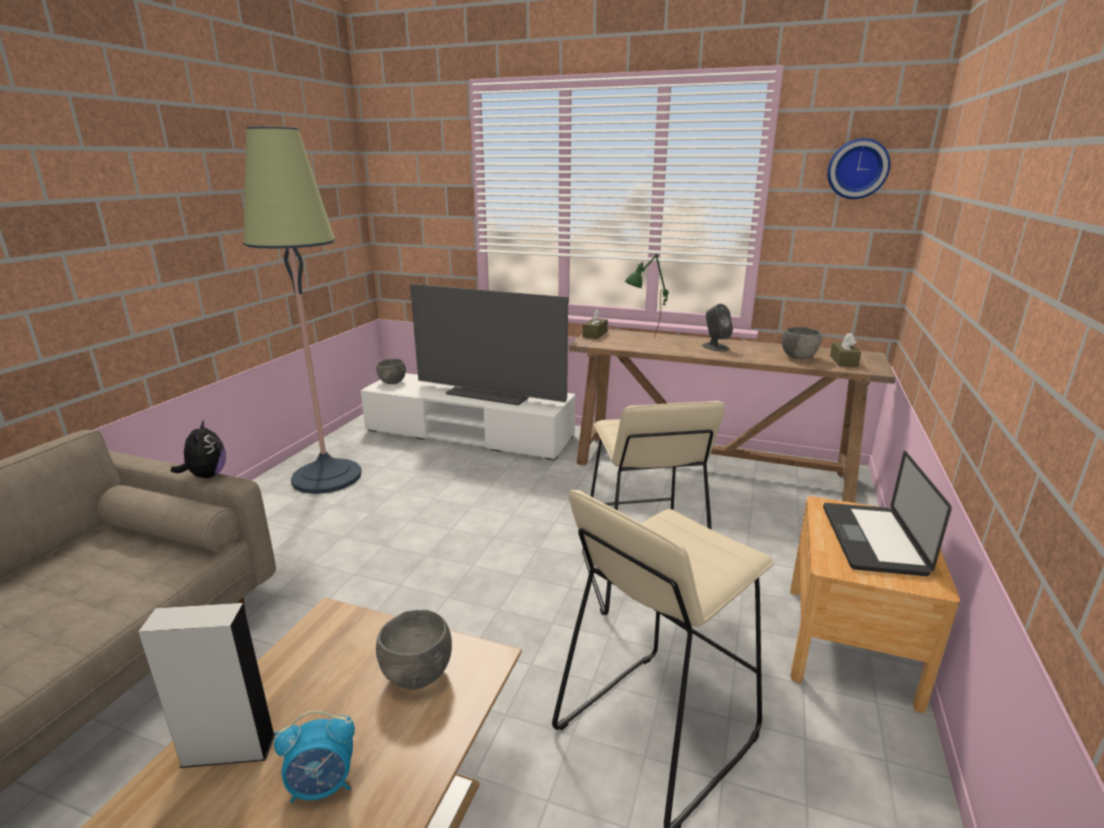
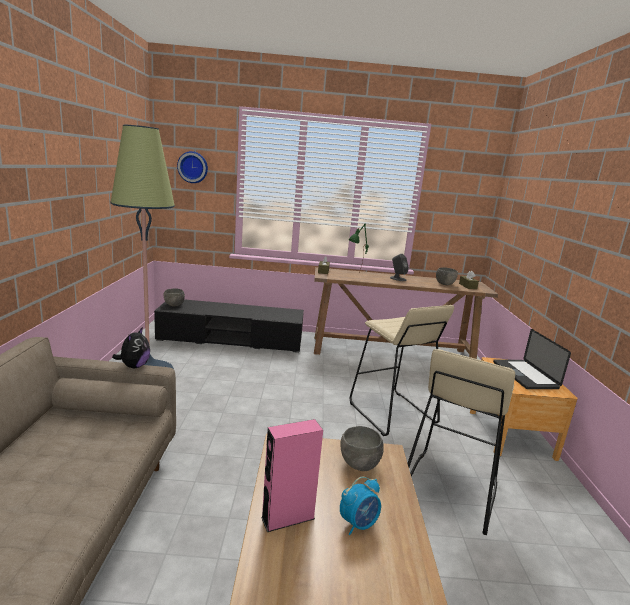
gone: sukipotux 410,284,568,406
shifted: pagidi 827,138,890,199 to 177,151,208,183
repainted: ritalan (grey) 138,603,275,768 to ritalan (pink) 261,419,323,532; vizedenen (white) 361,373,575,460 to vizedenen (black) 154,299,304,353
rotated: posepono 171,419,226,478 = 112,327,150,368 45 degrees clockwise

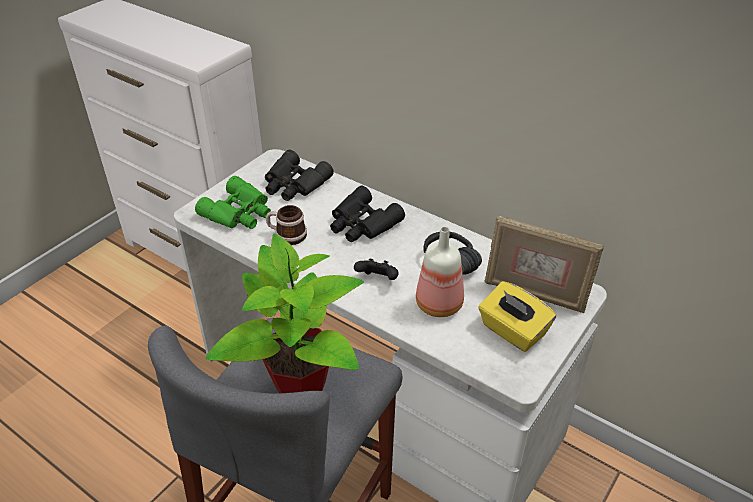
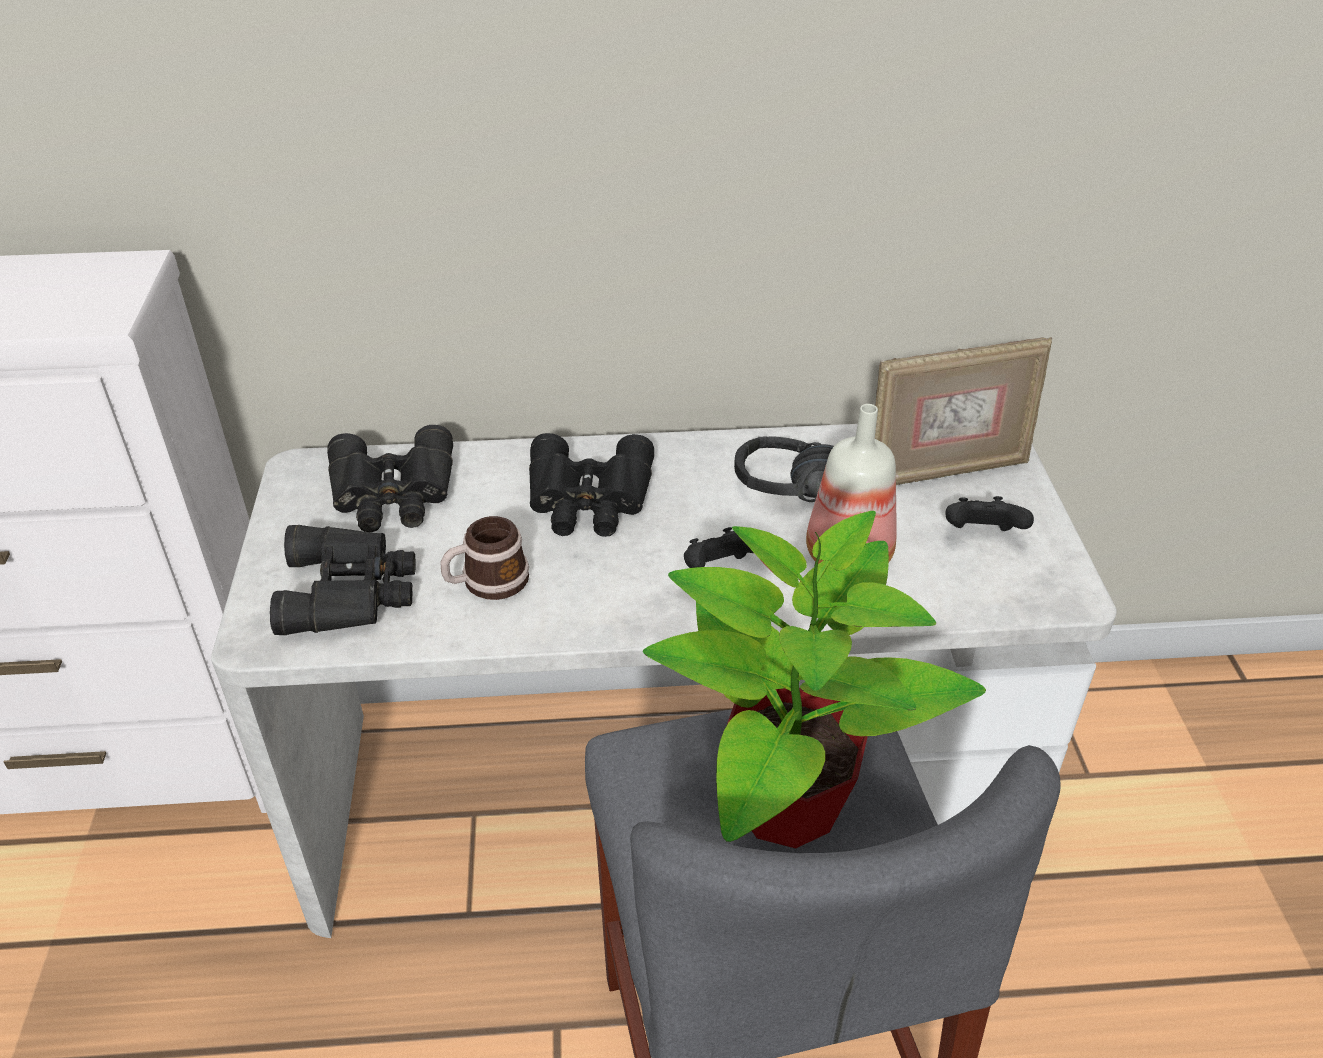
swapped: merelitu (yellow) 478,281,556,352 to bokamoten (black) 945,496,1034,531
repainted: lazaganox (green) 195,176,271,229 to lazaganox (black) 270,525,416,635

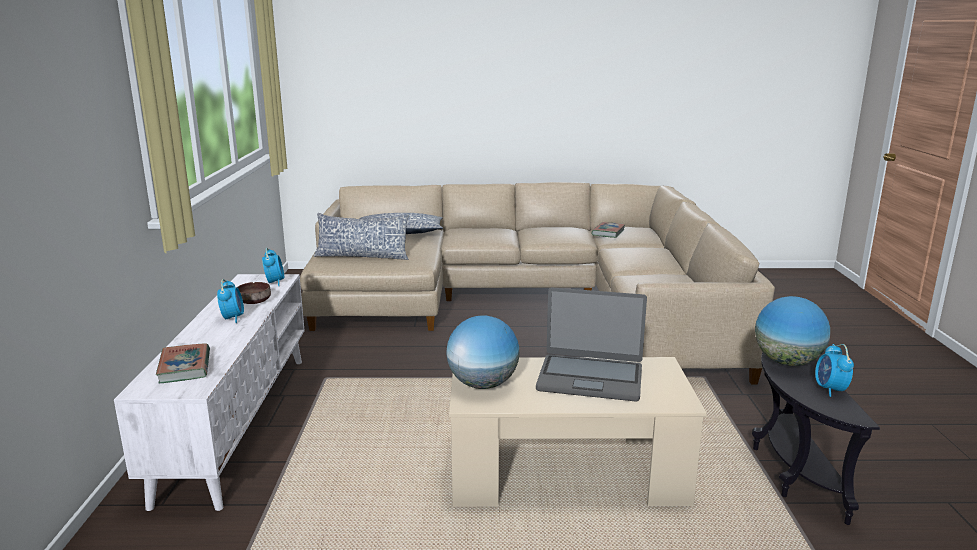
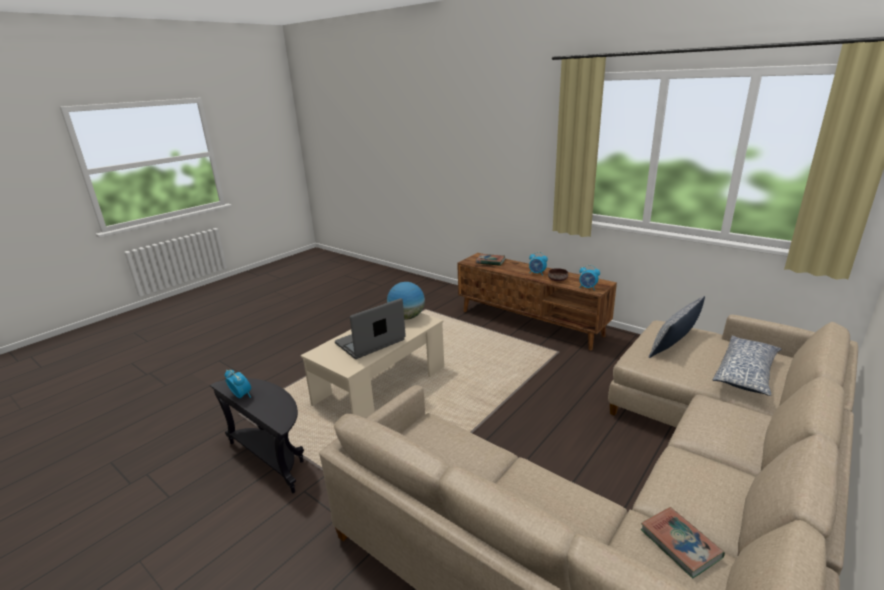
gone: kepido 755,296,830,366
repainted: vizedenen (white) 114,274,305,511 to vizedenen (brown) 457,253,617,350

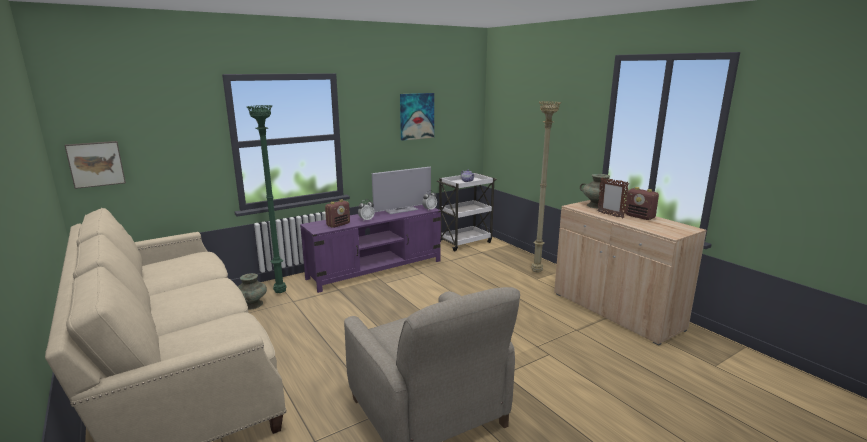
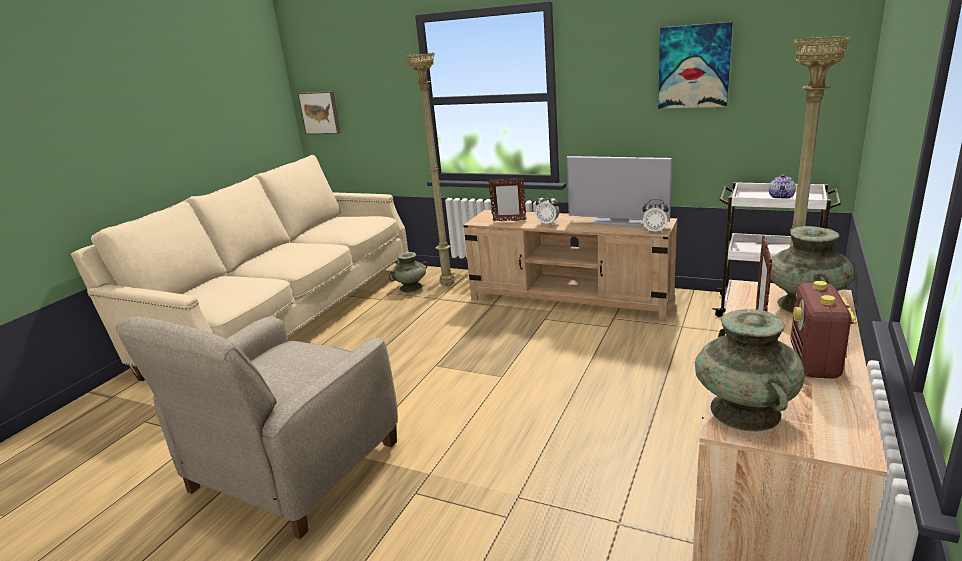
new: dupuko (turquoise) 695,309,805,432
swapped: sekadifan 325,199,350,228 to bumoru 488,178,527,221
repainted: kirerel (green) 246,105,286,293 to kirerel (beige) 405,52,455,286; vizedenen (purple) 300,205,441,293 to vizedenen (beige) 463,210,678,322

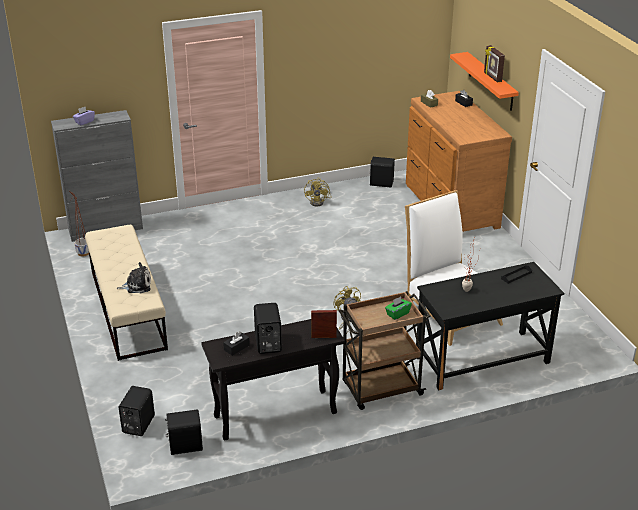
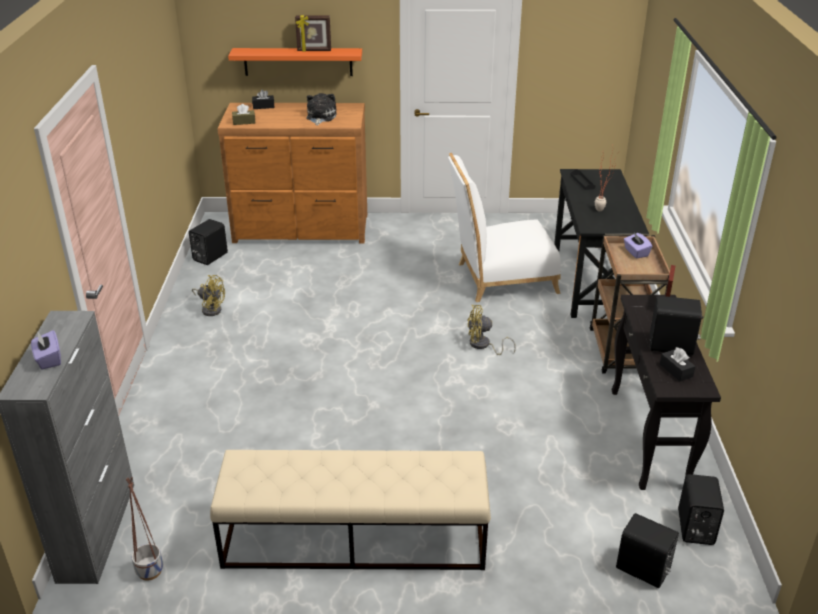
shifted: posepono 117,262,151,293 to 306,93,337,126
repainted: merelitu (green) 385,297,412,320 to merelitu (purple) 624,233,652,258

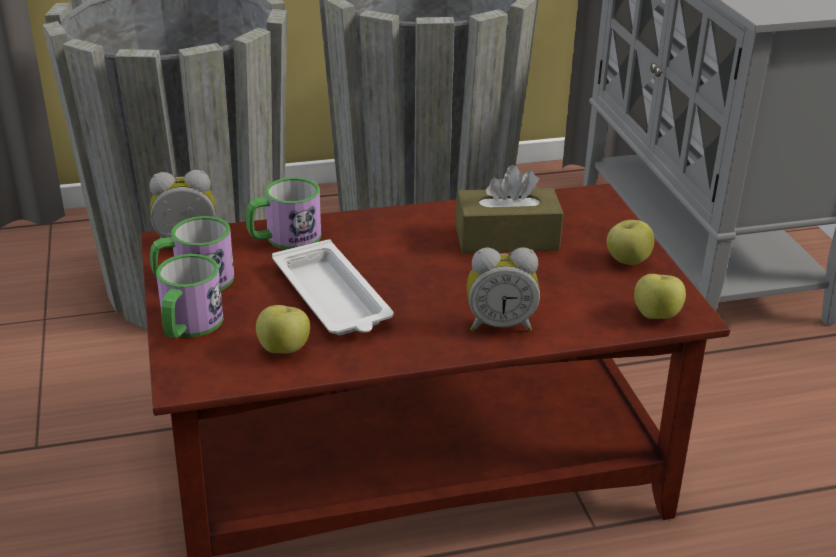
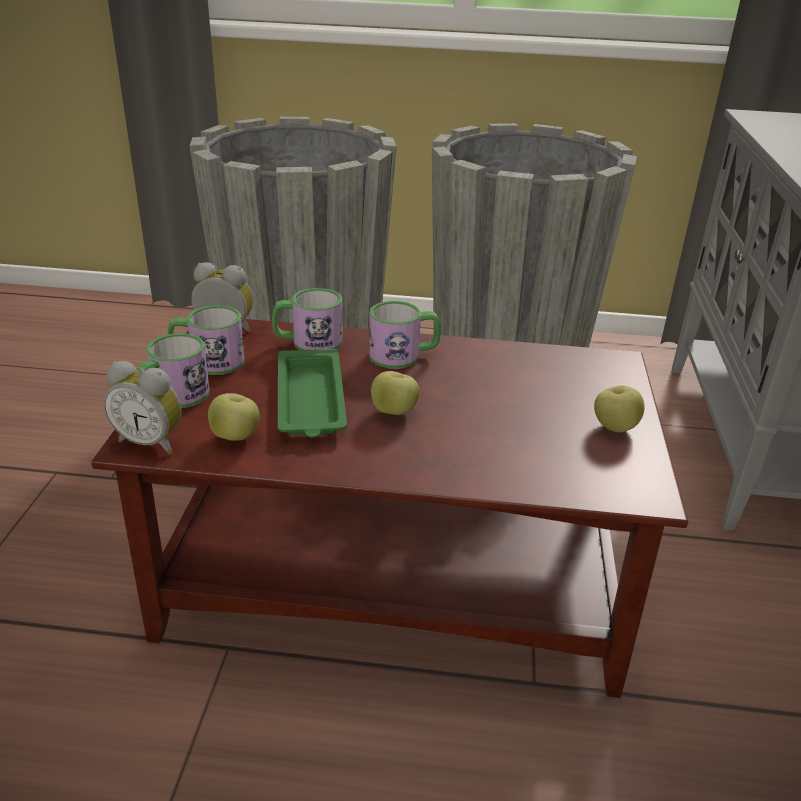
gone: merelitu (brown) 456,165,564,253
new: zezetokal 369,301,441,369
shifted: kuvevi 467,248,540,332 to 104,361,182,455; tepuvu 634,274,686,319 to 371,371,419,415
repainted: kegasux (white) 272,239,394,335 to kegasux (green) 278,349,347,438

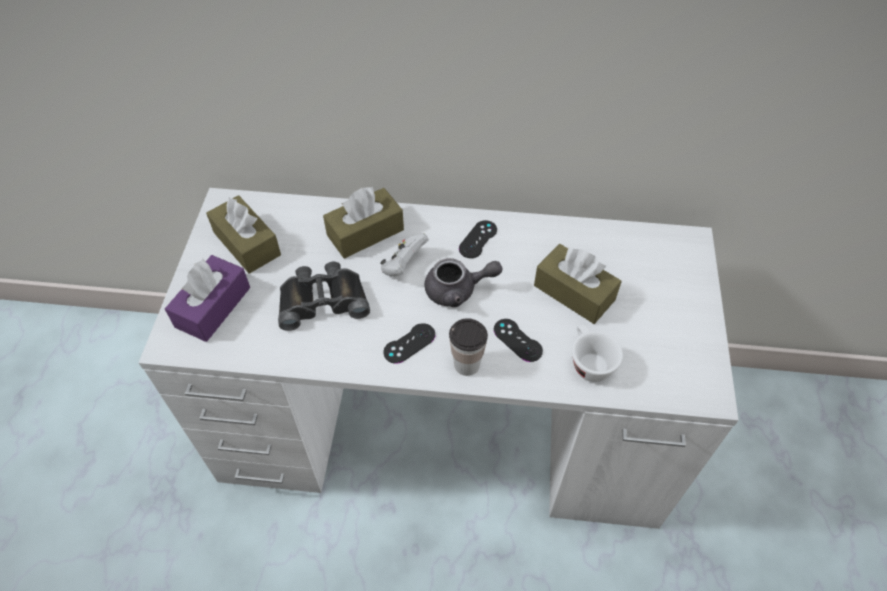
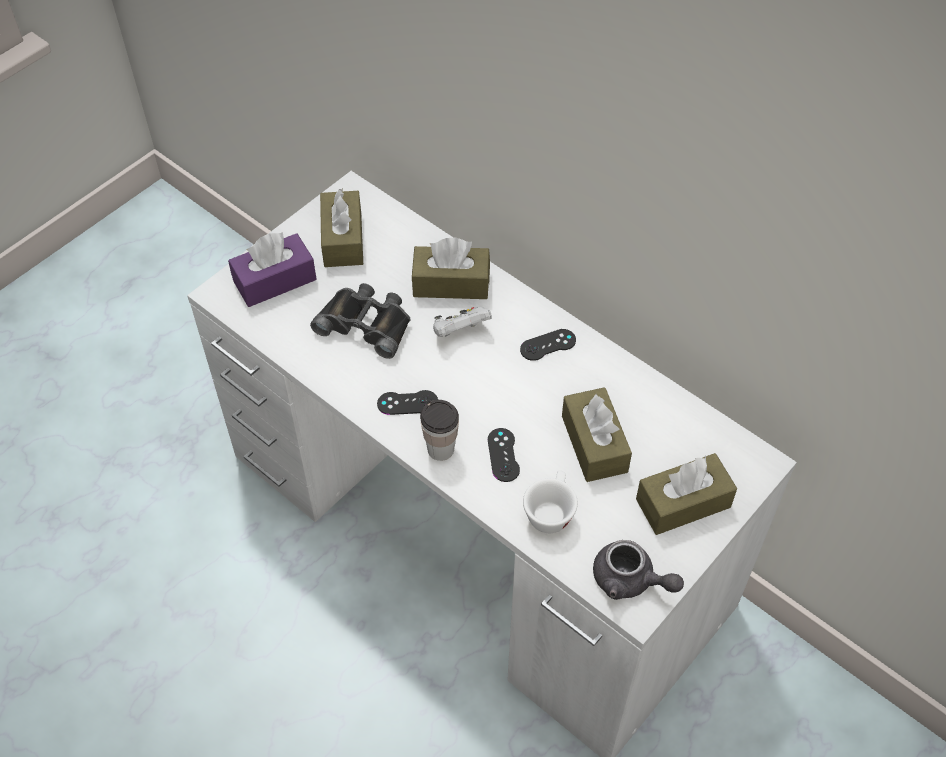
new: merelitu (brown) 636,453,737,535
shifted: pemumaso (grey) 425,258,503,307 to 593,540,684,600

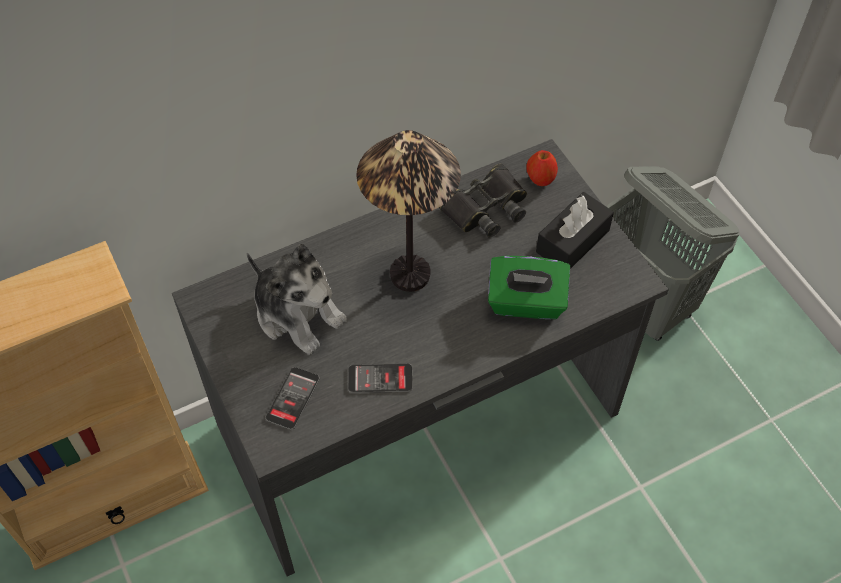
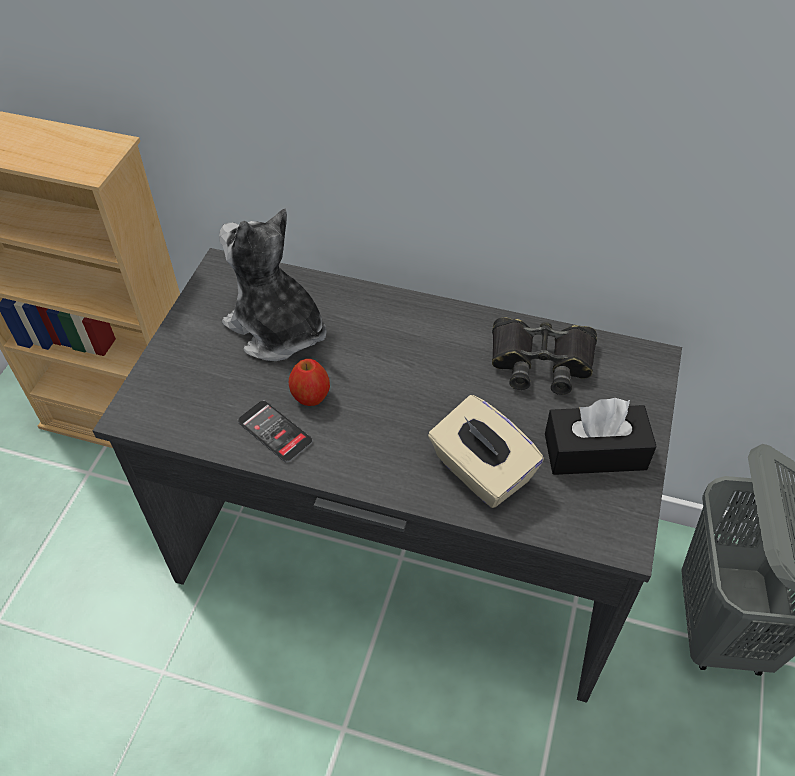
gone: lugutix 266,367,320,430; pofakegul 356,130,461,292
shifted: tepuvu 526,150,558,186 to 289,359,330,406
repainted: merelitu (green) 488,256,570,319 to merelitu (beige) 428,395,544,508
rotated: posepono 247,244,347,355 = 219,208,327,361 135 degrees clockwise

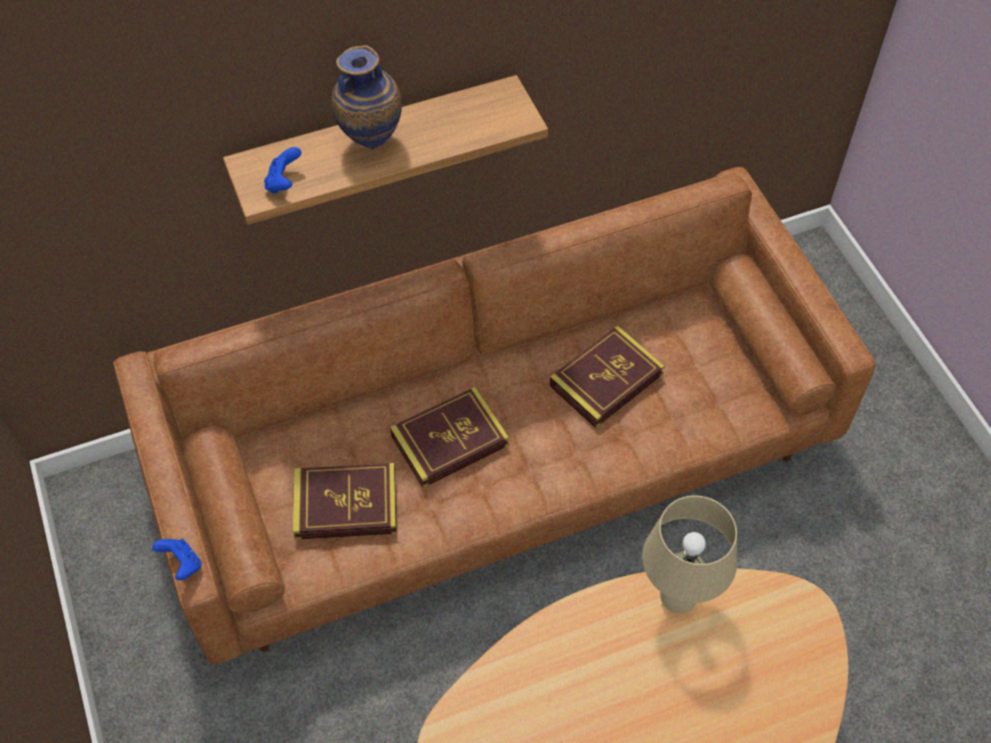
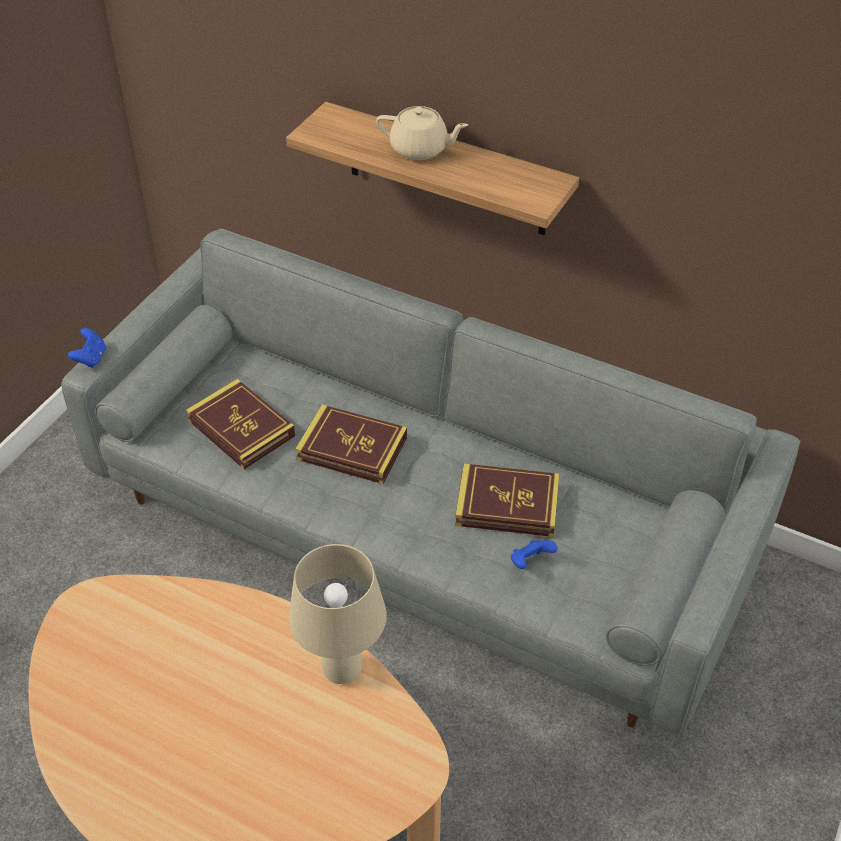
shifted: bokamoten (blue) 264,147,301,194 to 511,540,558,569
swapped: dupuko 331,45,402,150 to pemumaso (beige) 376,106,468,160
repainted: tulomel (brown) 113,167,875,665 to tulomel (grey) 61,229,800,735

